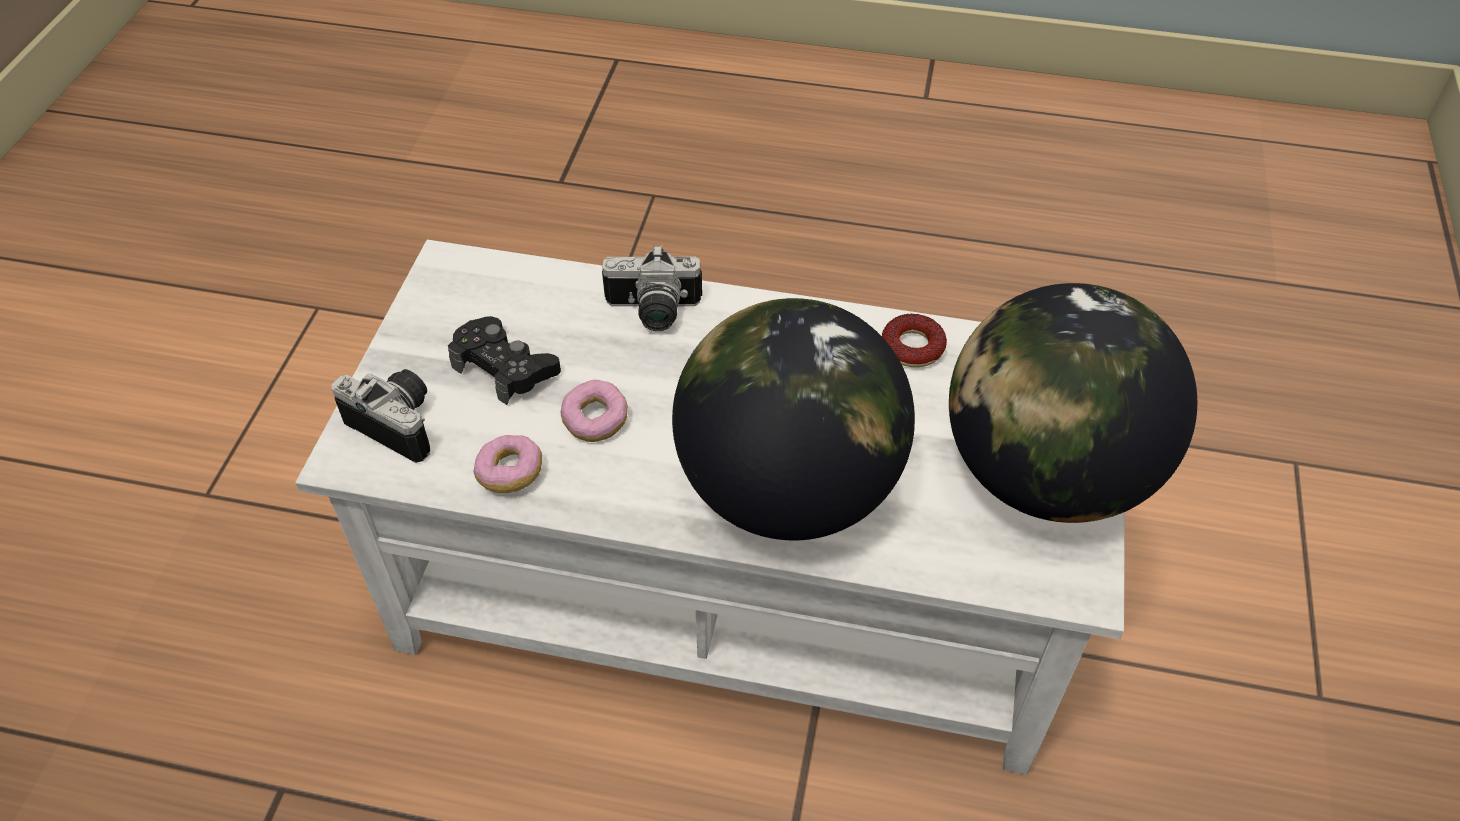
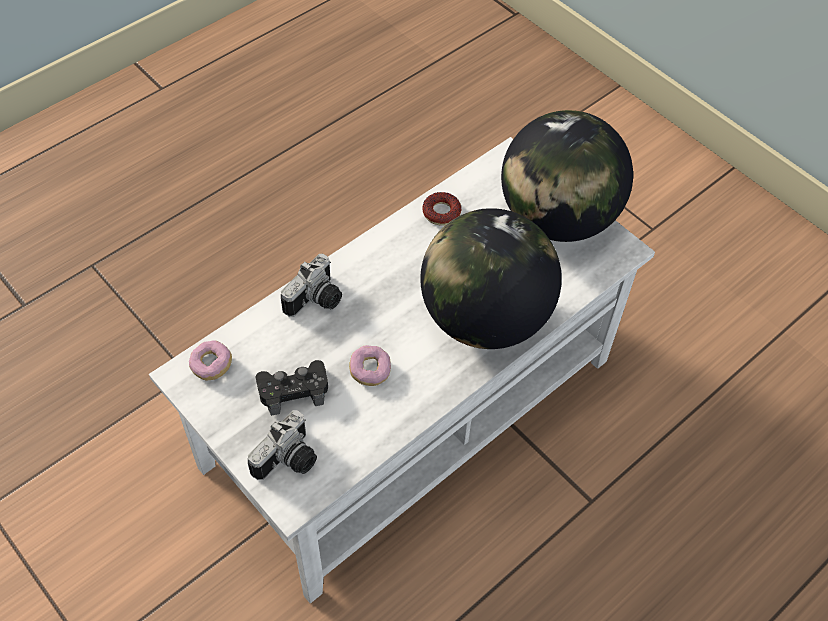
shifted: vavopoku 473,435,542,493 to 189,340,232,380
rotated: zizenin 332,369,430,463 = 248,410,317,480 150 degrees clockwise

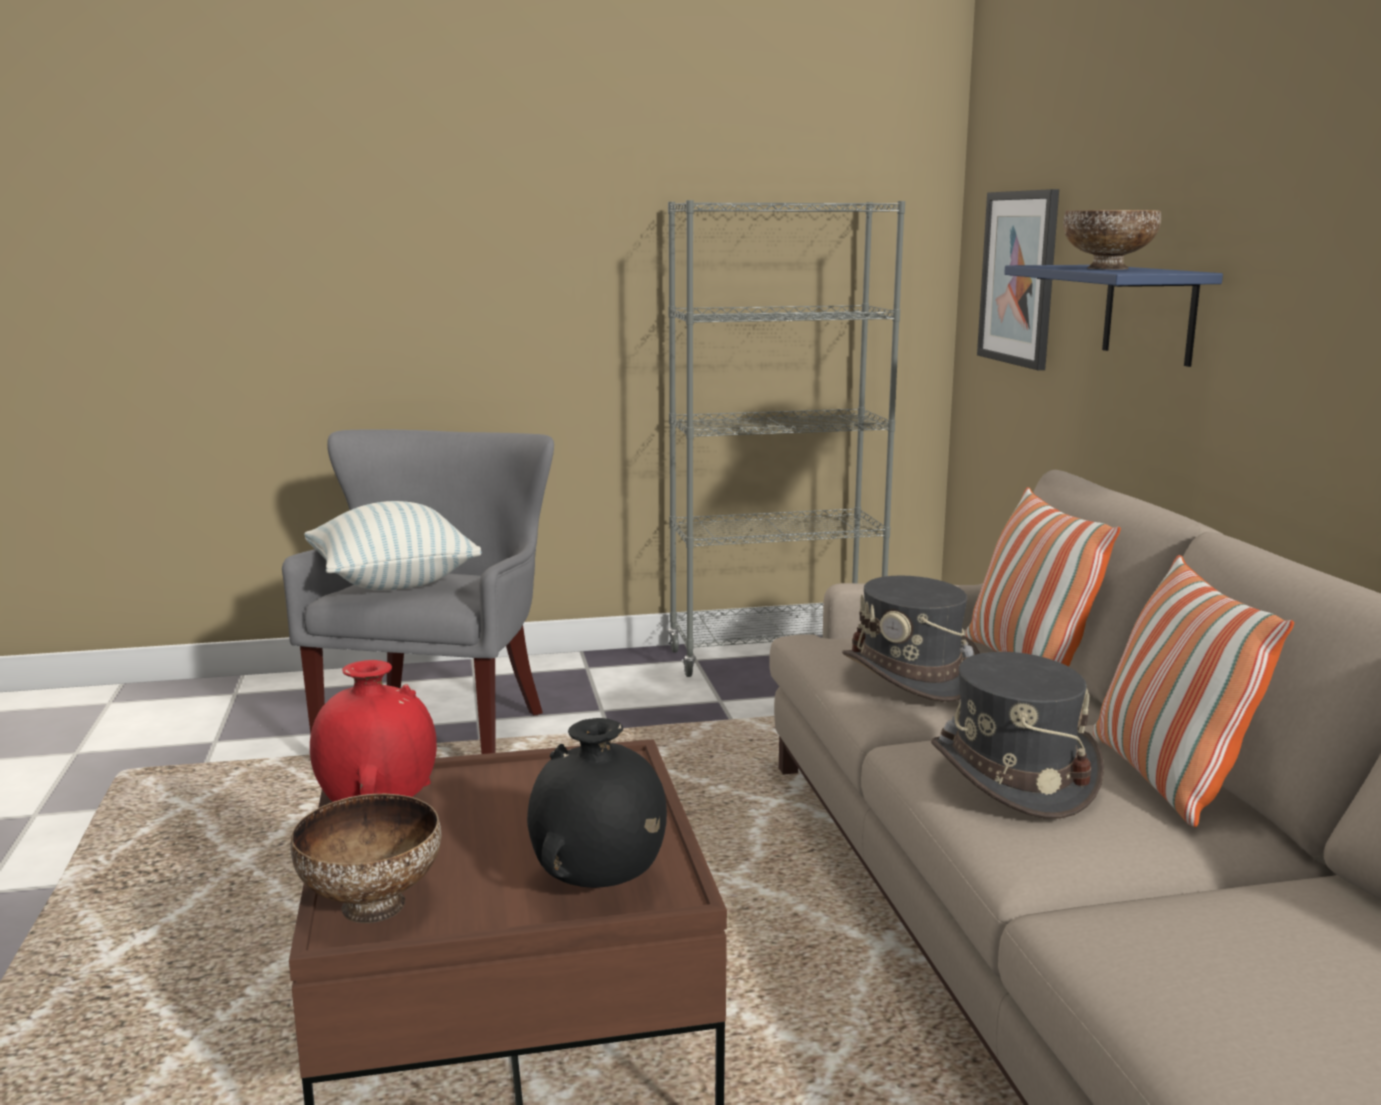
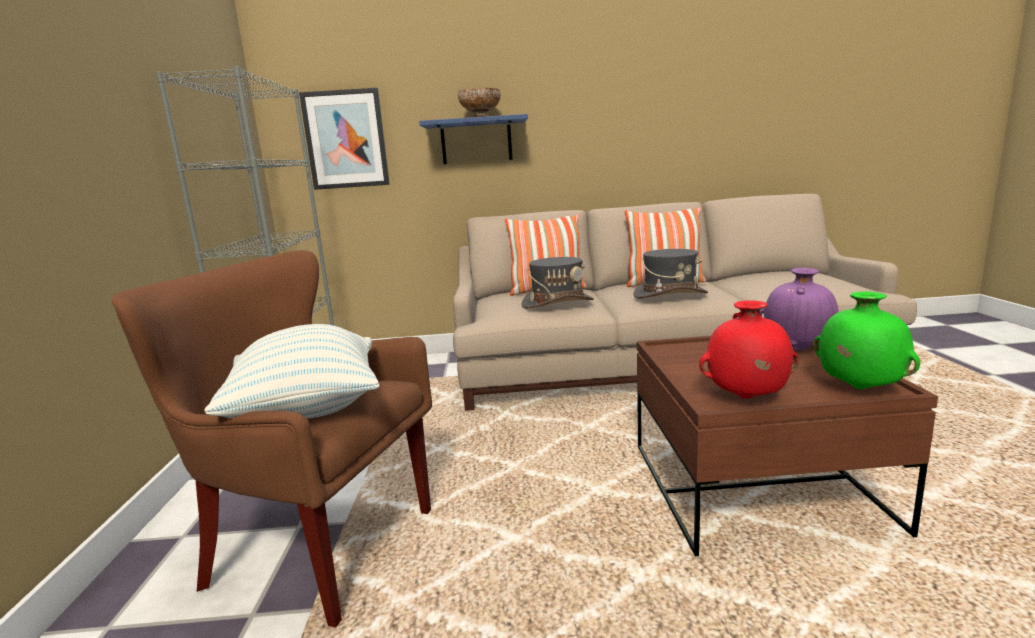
swapped: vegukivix 290,794,441,923 to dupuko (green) 813,291,920,389
repainted: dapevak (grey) 282,429,554,754 to dapevak (brown) 112,250,432,627; dupuko (black) 527,718,667,888 to dupuko (purple) 760,268,839,350

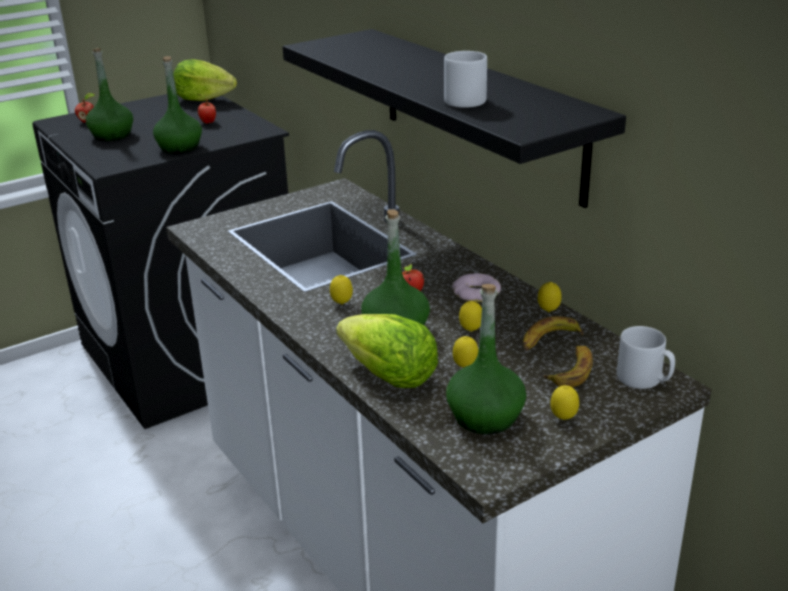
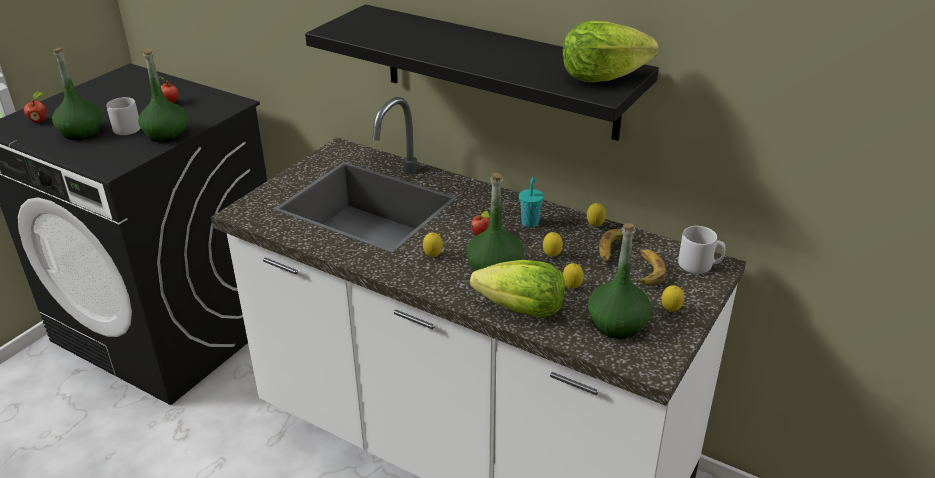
shifted: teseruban 173,59,237,101 to 563,21,658,82; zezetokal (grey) 444,51,487,108 to 106,97,141,135
swapped: vavopoku 452,273,501,302 to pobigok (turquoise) 519,177,544,227

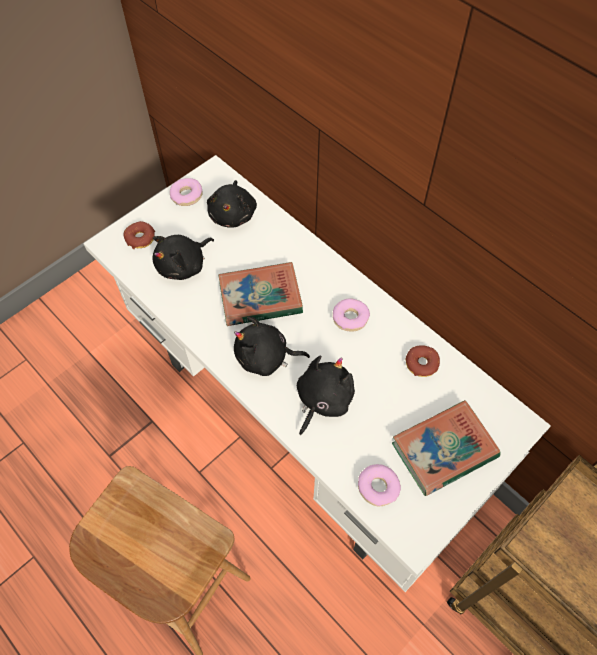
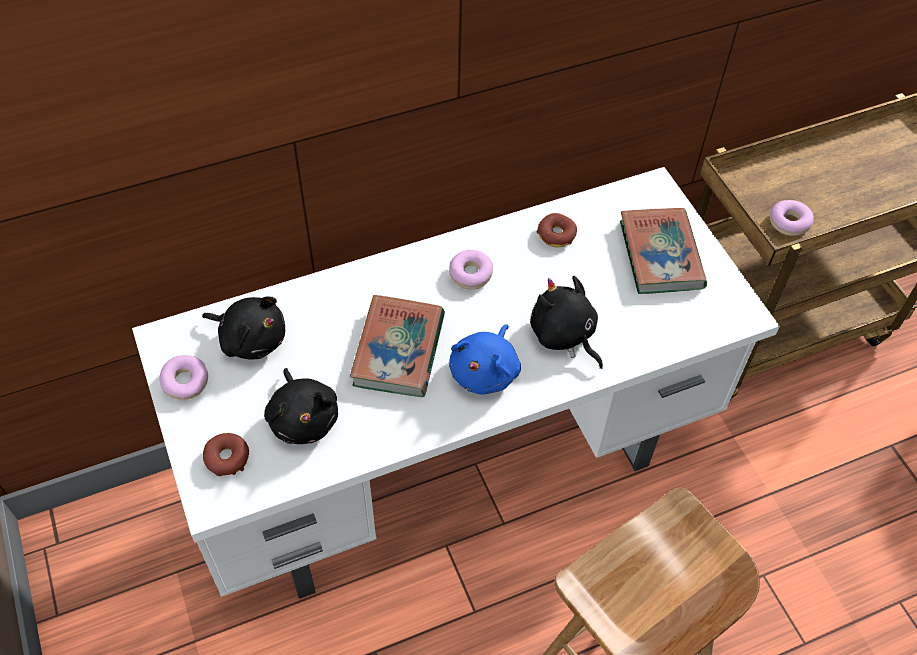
shifted: vavopoku 358,464,401,506 to 770,200,814,236
repainted: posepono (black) 234,316,310,376 to posepono (blue) 449,324,521,394

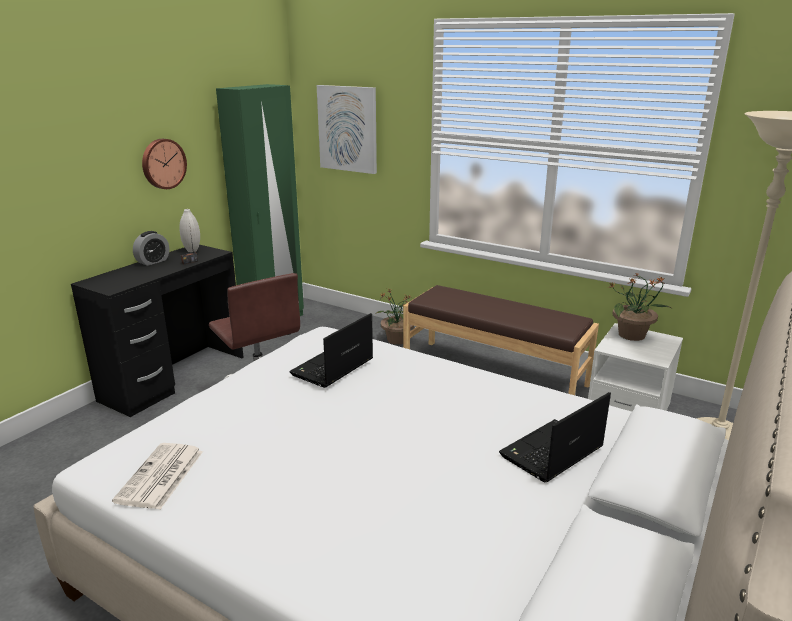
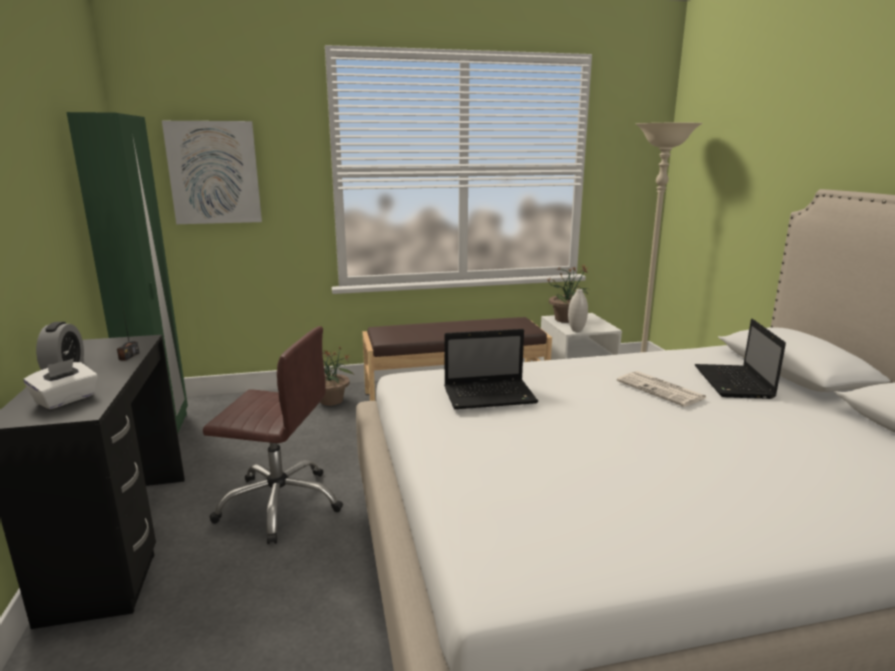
gone: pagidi 142,139,187,189
new: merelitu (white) 24,358,98,409
shifted: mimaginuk 112,443,203,509 to 617,371,707,407; dupuko (white) 179,209,200,252 to 568,289,588,332
rotated: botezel 289,313,373,388 = 444,329,538,409 90 degrees counterclockwise

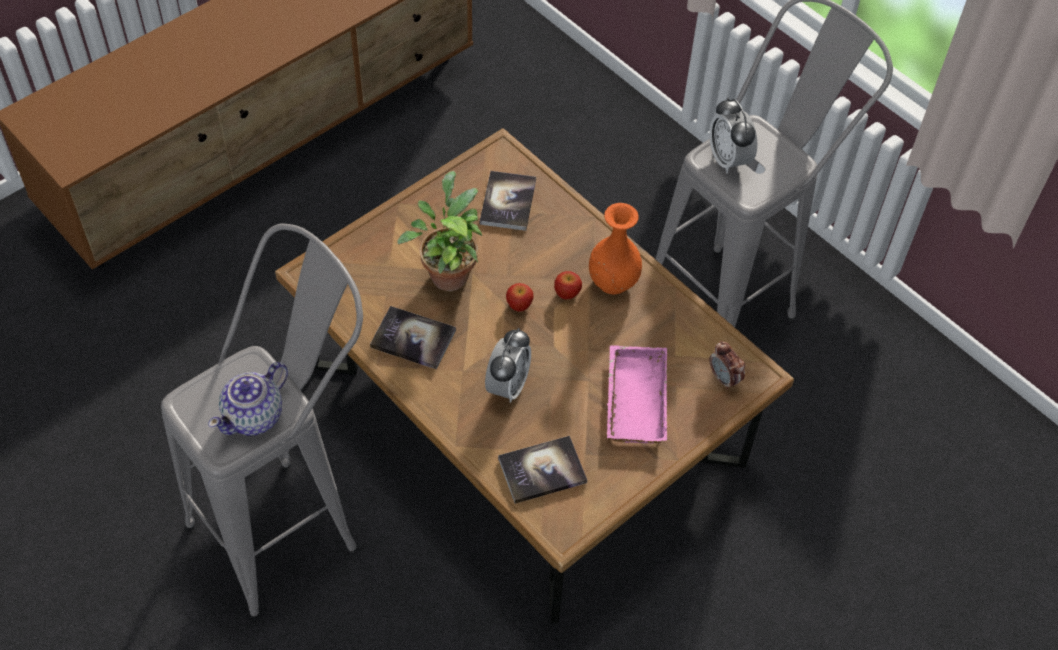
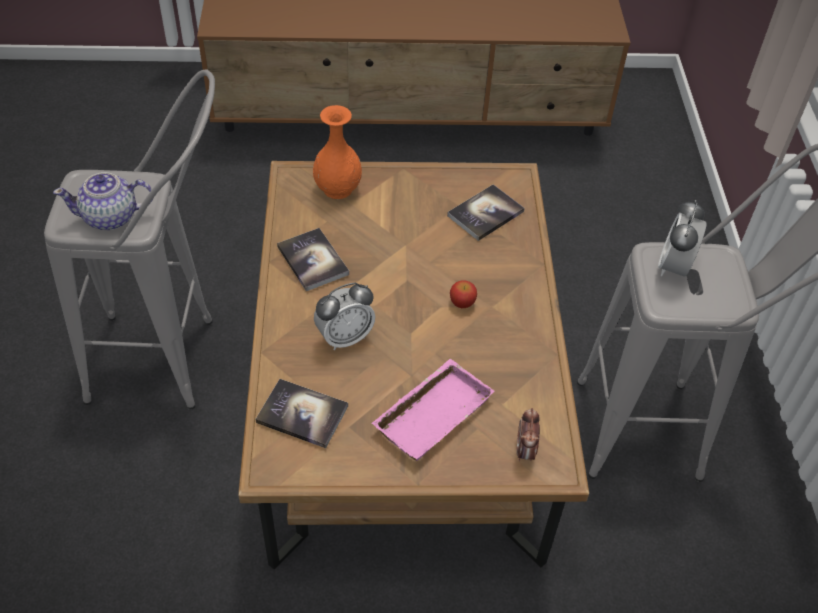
gone: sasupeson 397,171,482,291; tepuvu 506,283,534,312
shifted: dupuko (orange) 589,203,642,294 to 313,105,362,199

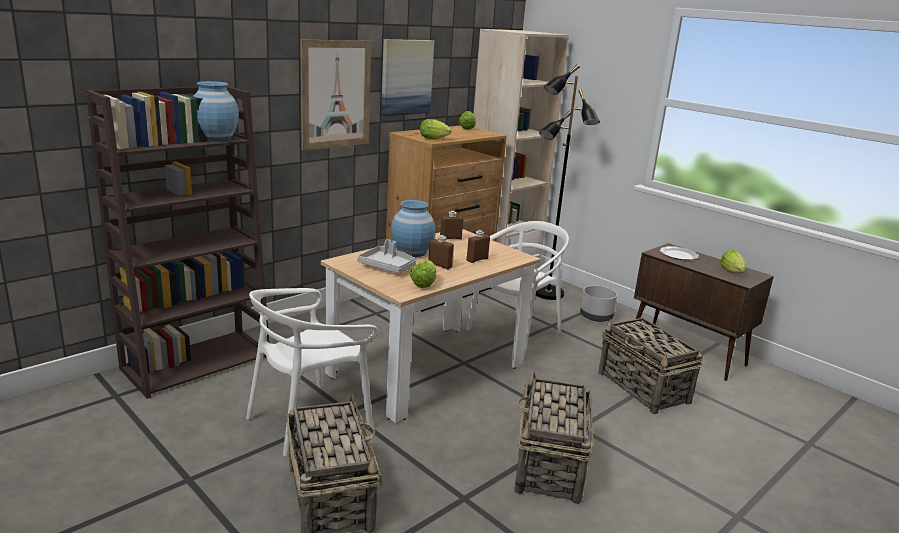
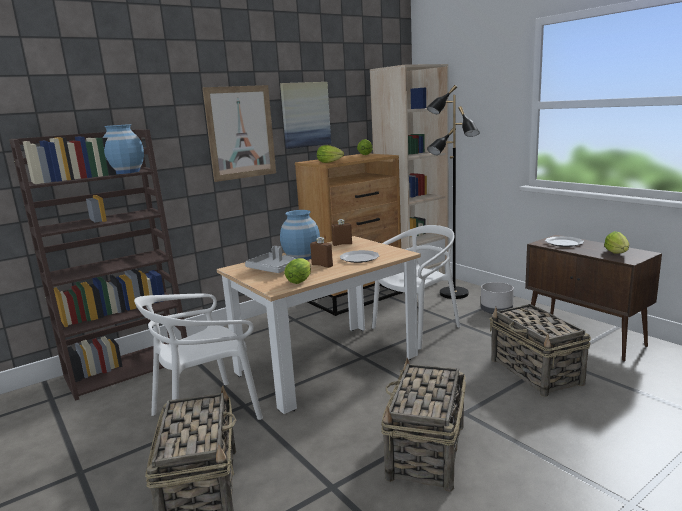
swapped: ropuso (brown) 467,230,490,263 to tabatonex 340,250,380,263

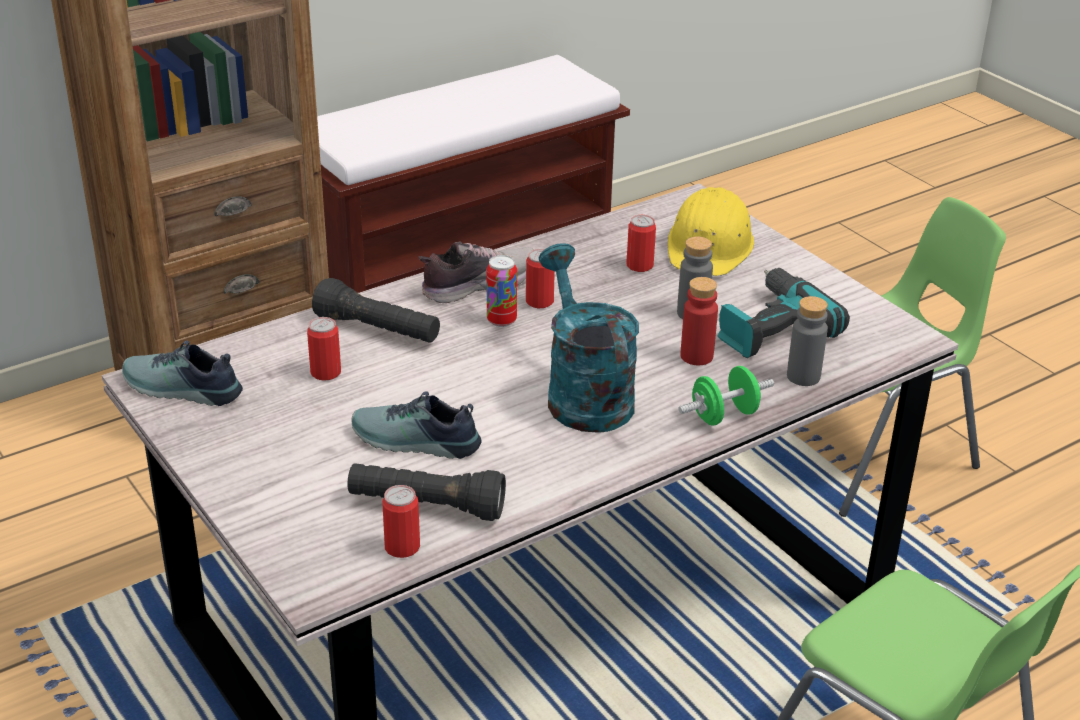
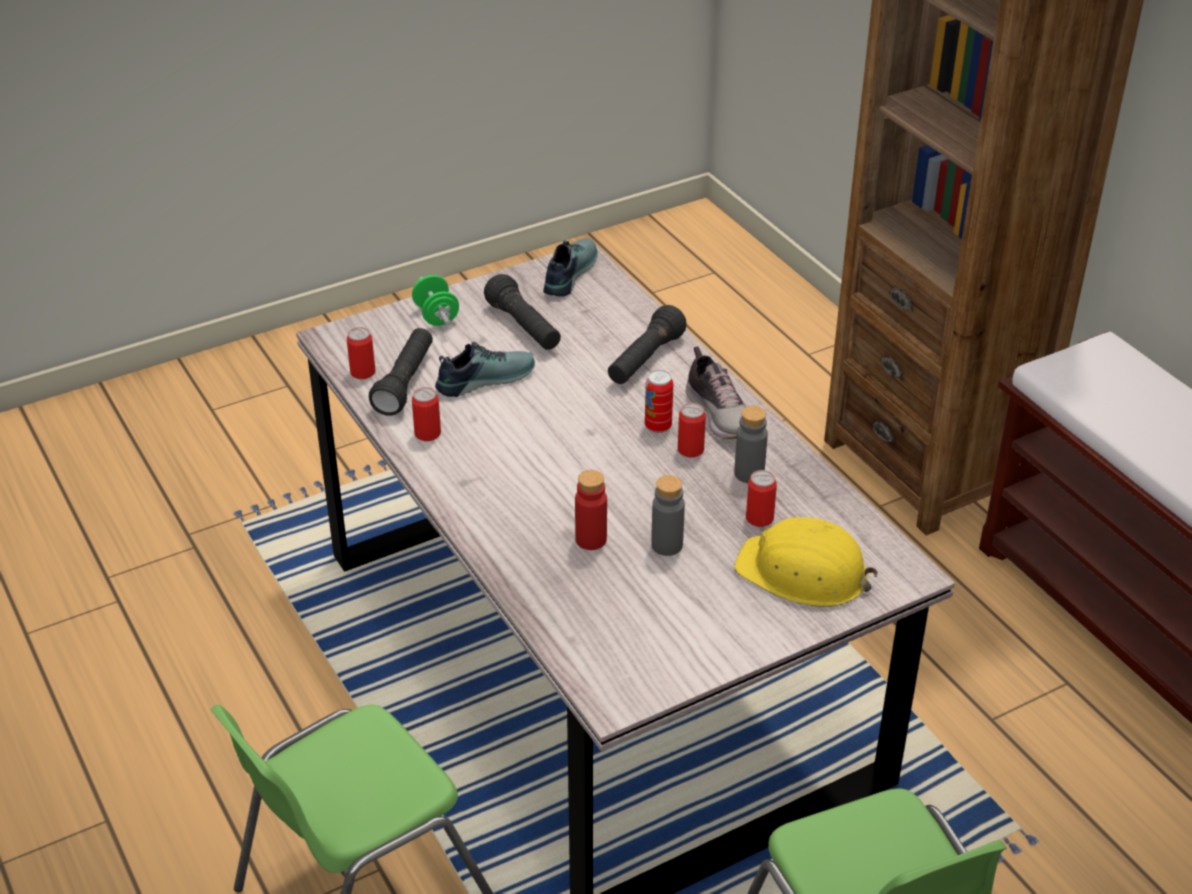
gone: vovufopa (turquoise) 539,243,639,433; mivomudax 718,268,850,358
new: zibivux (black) 484,274,561,350
shifted: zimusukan 307,317,341,380 to 412,387,441,441; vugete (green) 678,366,774,425 to 412,275,459,326; ropuso (grey) 787,296,828,386 to 734,406,768,483
rotated: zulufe 351,391,481,459 = 435,342,535,397 45 degrees clockwise

